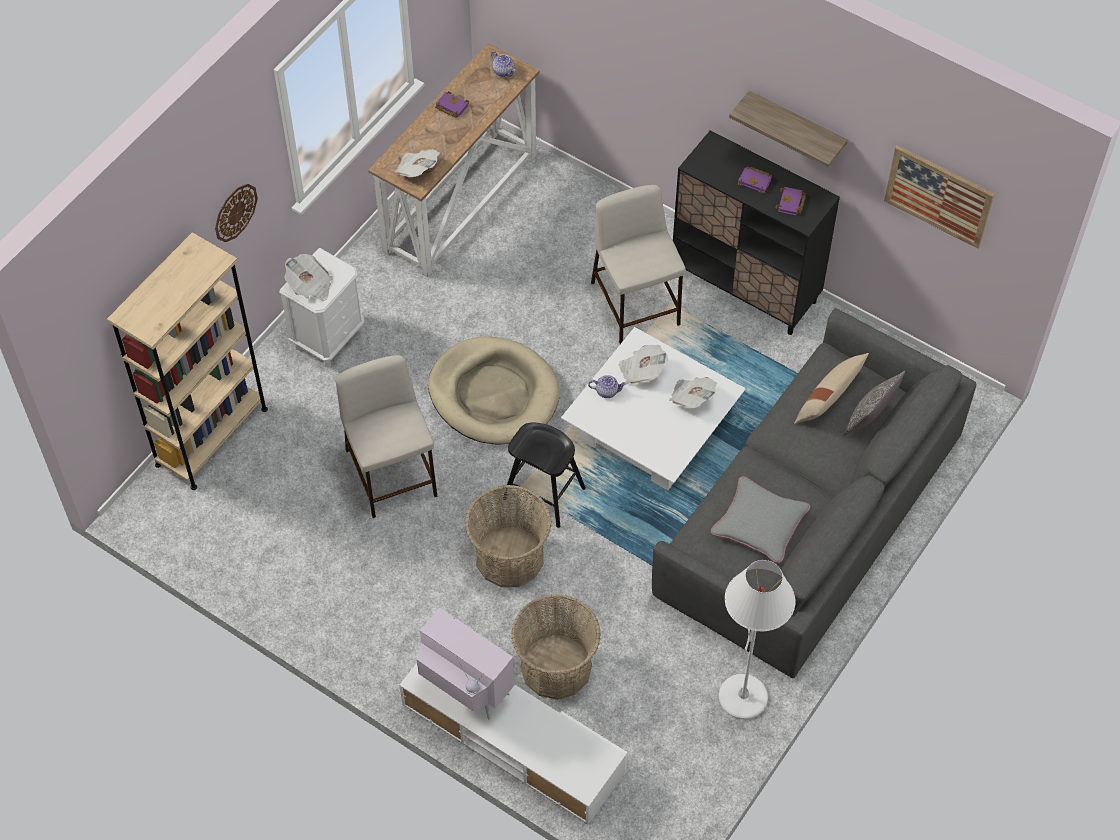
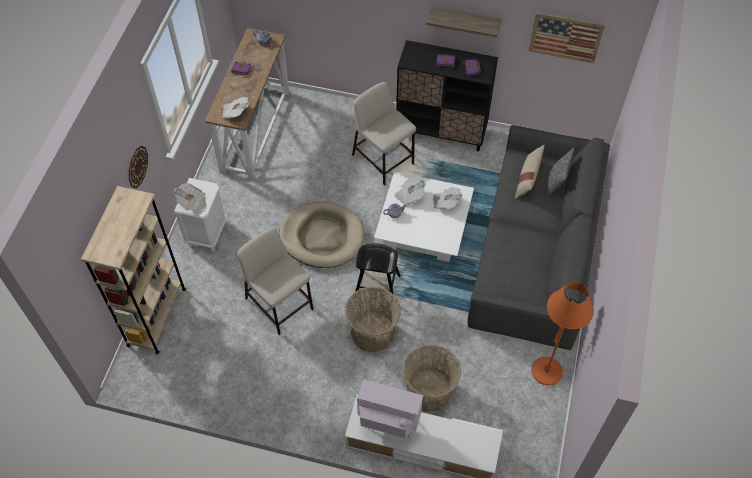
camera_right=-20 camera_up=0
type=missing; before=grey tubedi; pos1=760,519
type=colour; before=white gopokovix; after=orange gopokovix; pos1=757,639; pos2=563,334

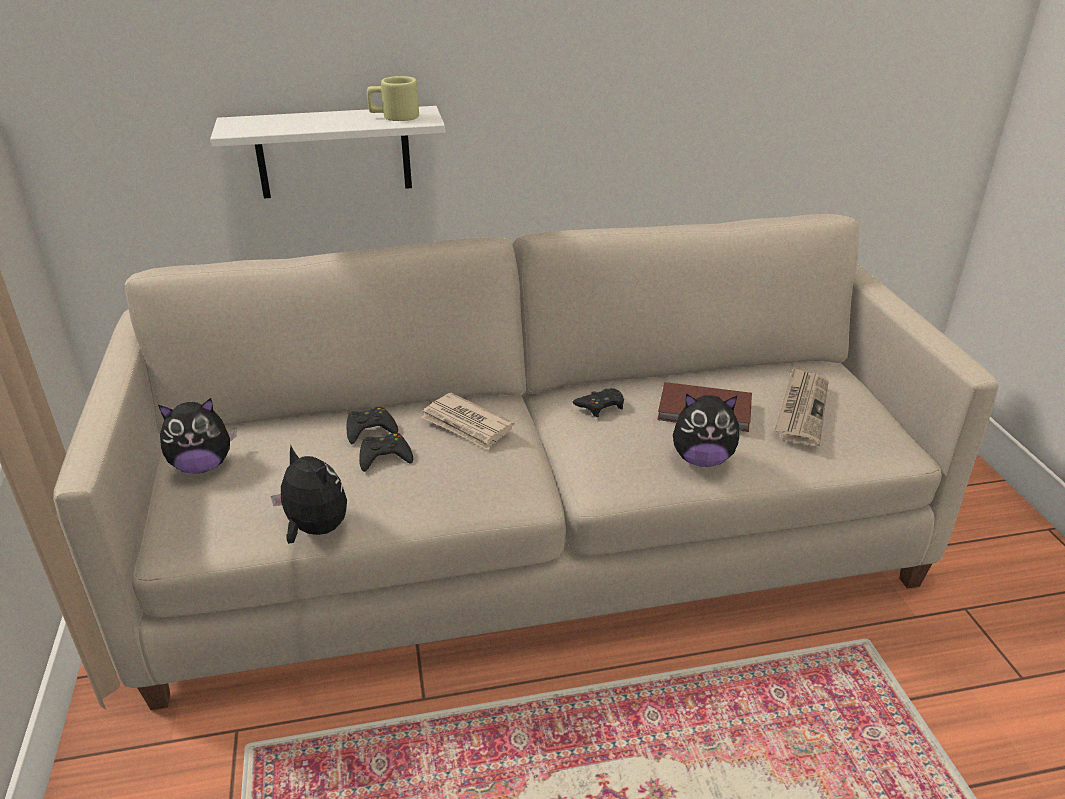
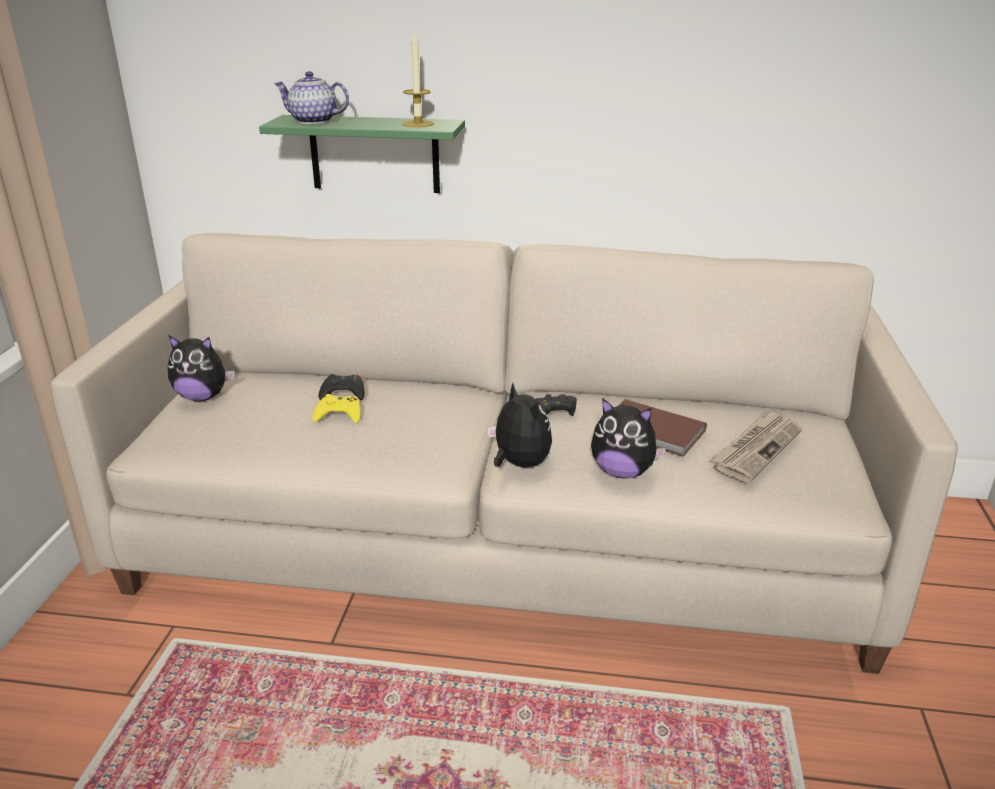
camera_right=20 camera_up=-5
type=missing; before=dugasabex; pos1=467,421
type=appeared; after=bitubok; pos2=311,97
type=relocated; before=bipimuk; pos1=309,494; pos2=520,425
type=exchanged; before=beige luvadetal; after=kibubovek; pos1=393,98; pos2=418,79
type=colour; before=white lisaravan; after=green lisaravan; pos1=327,152; pos2=362,154
type=colour; before=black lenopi; after=yellow lenopi; pos1=386,452; pos2=336,409

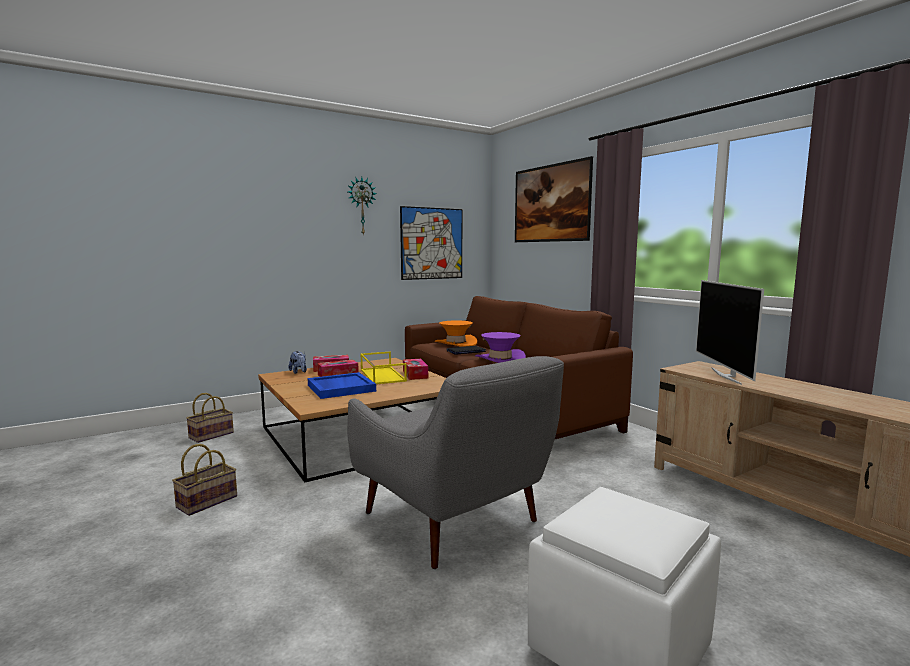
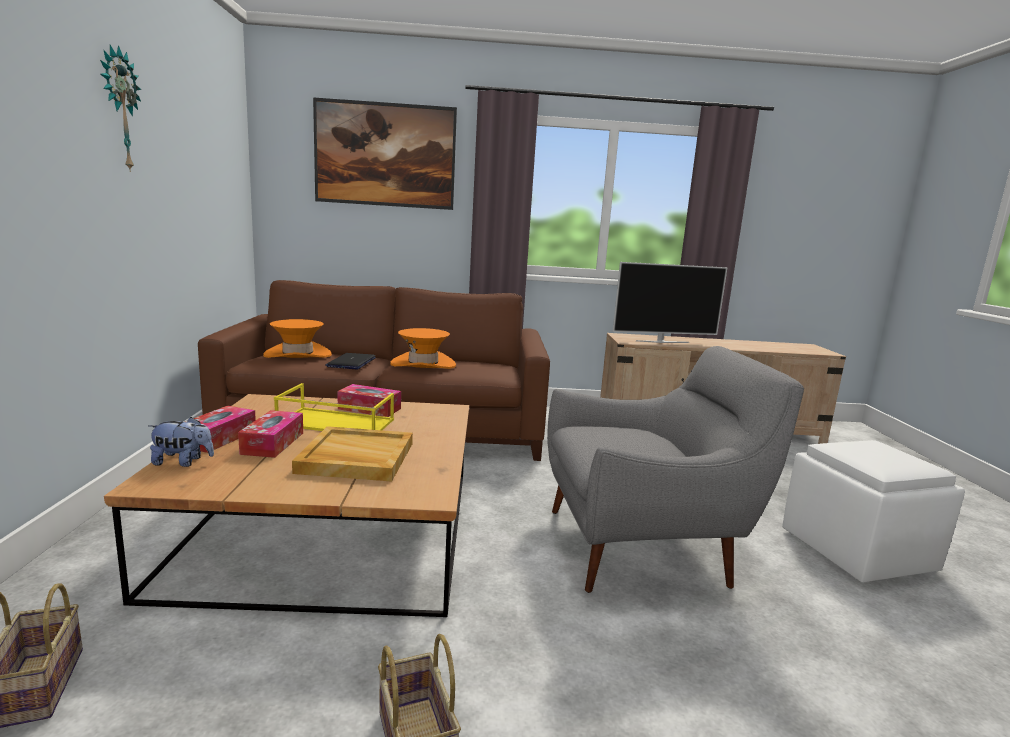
camera_right=-60 camera_up=5
type=missing; before=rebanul; pos1=431,243
type=colour; before=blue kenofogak; after=beige kenofogak; pos1=342,385; pos2=352,454
type=colour; before=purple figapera; after=orange figapera; pos1=500,347; pos2=423,348
type=spun; before=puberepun; pos1=730,332; pos2=670,302; turn=-45

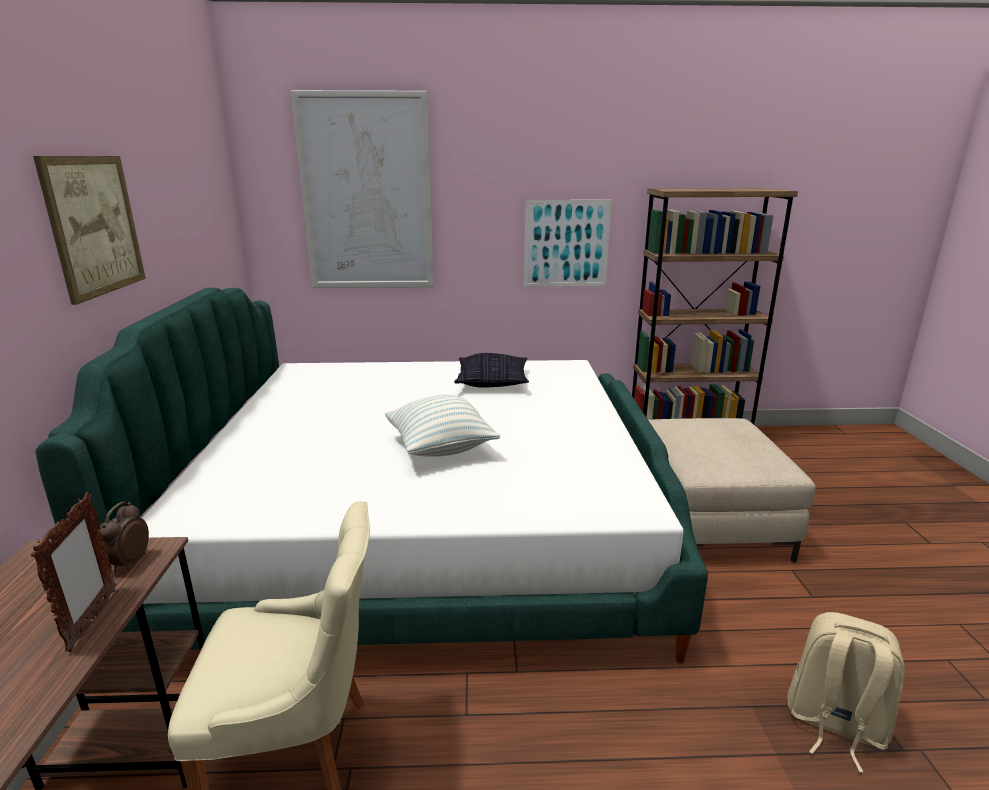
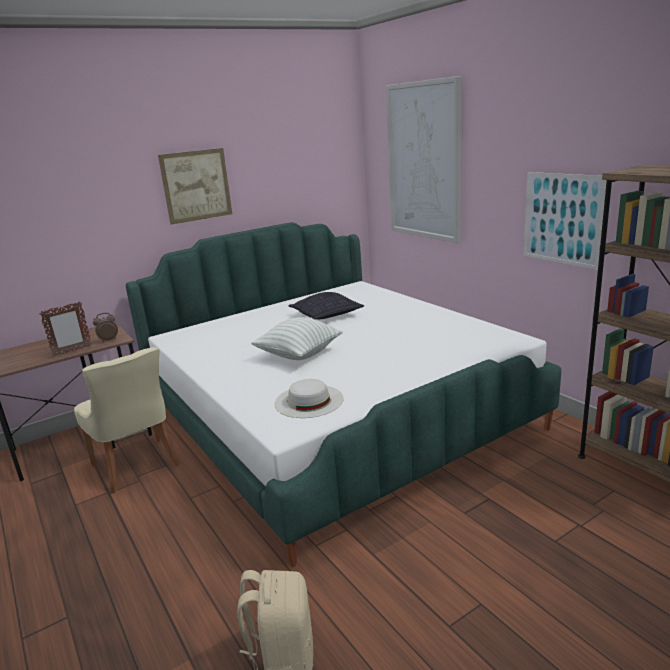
camera_right=60 camera_up=0
type=missing; before=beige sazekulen; pos1=732,490
type=appeared; after=white figapera; pos2=308,398
type=relocated; before=tubedi; pos1=491,370; pos2=326,306

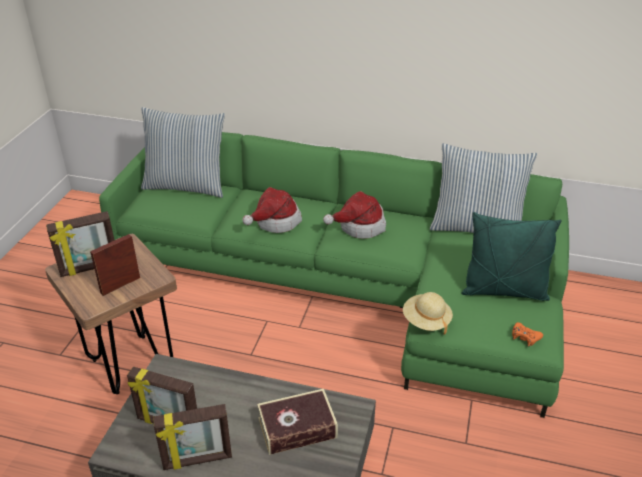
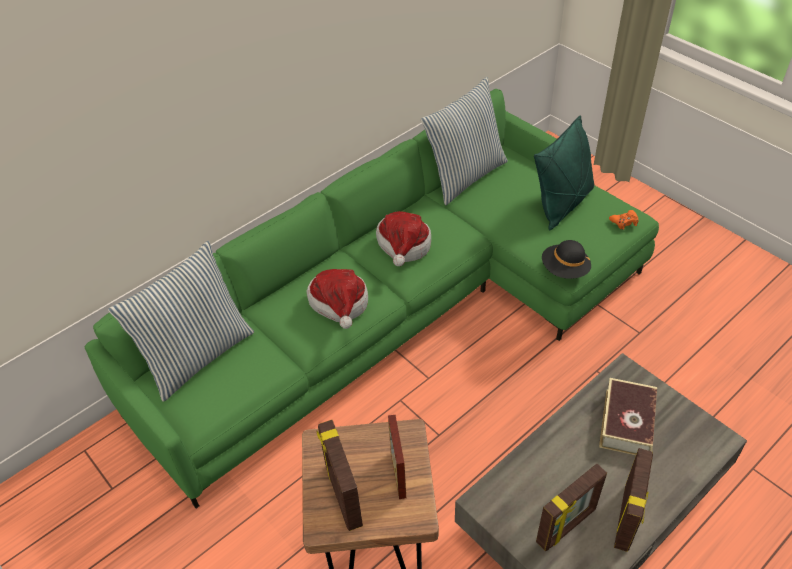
camera_right=-55 camera_up=10
type=colour; before=beige figapera; after=black figapera; pos1=428,313; pos2=566,259
type=spun; before=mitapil; pos1=80,244; pos2=340,475; turn=150

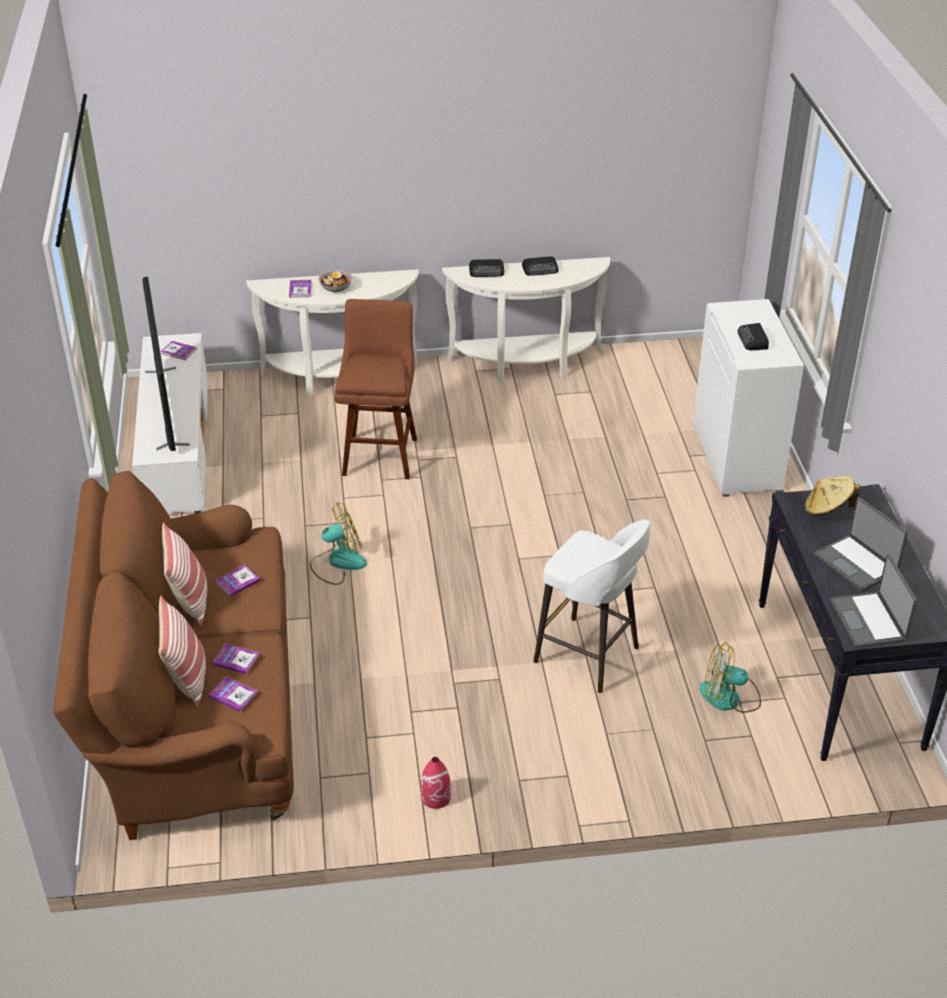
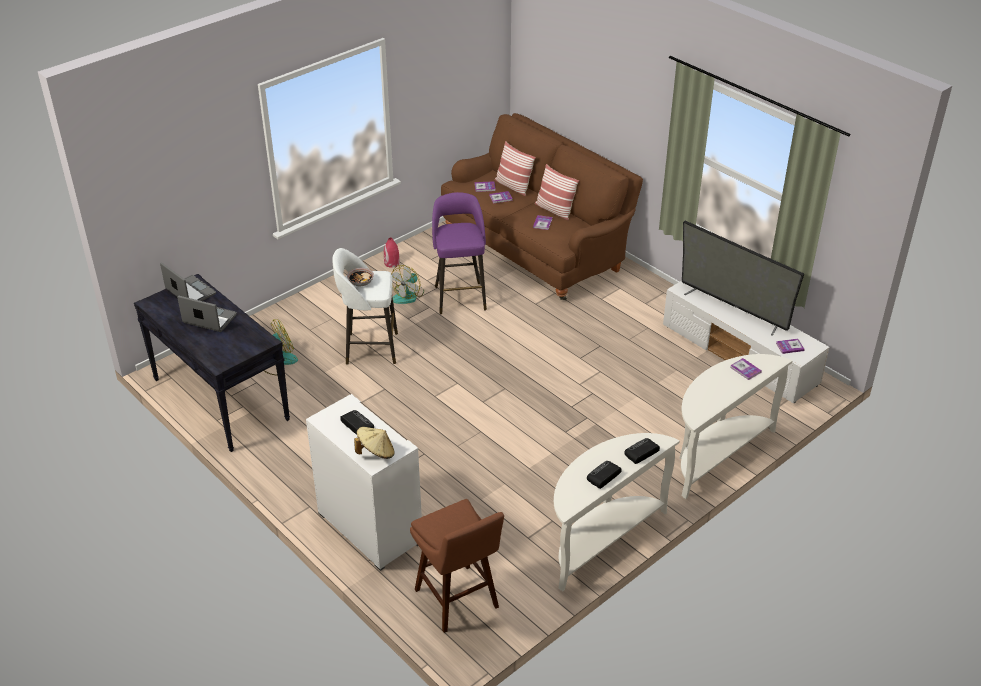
camera_right=145 camera_up=0
type=appeared; after=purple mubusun; pos2=459,253
type=relocated; before=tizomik; pos1=338,544; pos2=407,284
type=relocated; before=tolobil; pos1=335,281; pos2=360,277
type=relocated; before=brown mubusun; pos1=375,389; pos2=457,566
type=relocated; before=beige figapera; pos1=832,496; pos2=374,443

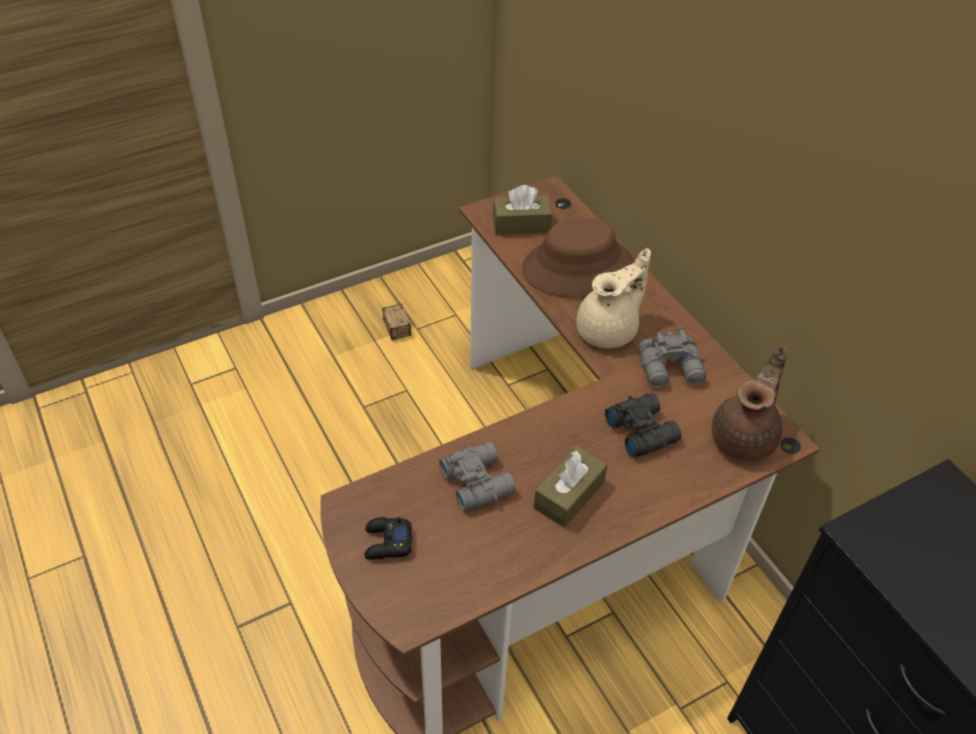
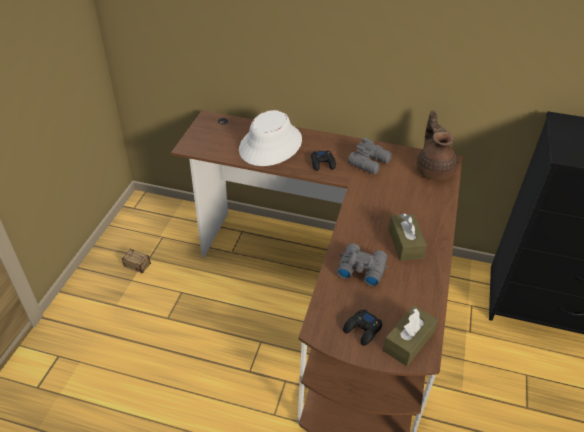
camera_right=-45 camera_up=-5
type=missing; before=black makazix; pos1=643,425
type=relocated; before=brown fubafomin; pos1=522,210; pos2=410,336
type=exchanged; before=beige bitubok; after=black lenopi; pos1=614,298; pos2=323,160
type=colour; before=brown figapera; after=white figapera; pos1=578,257; pos2=270,138

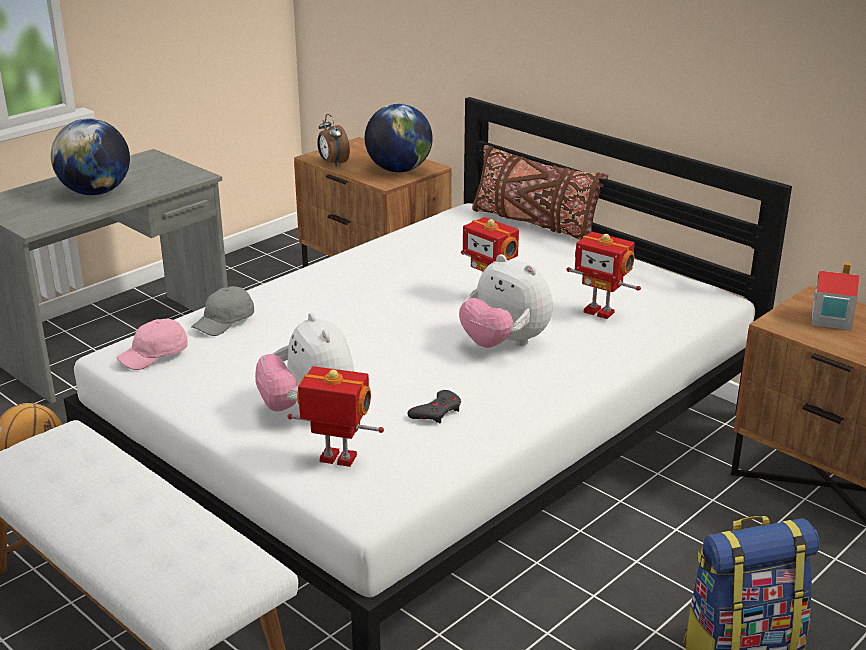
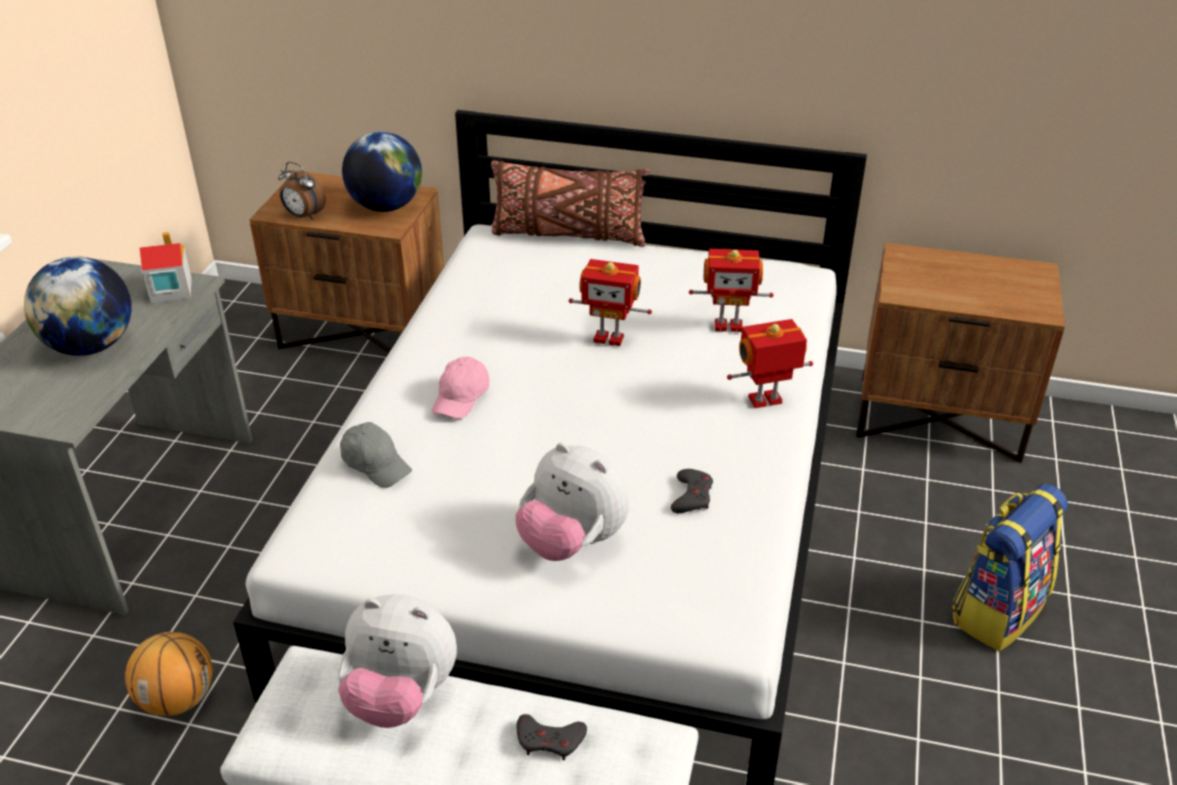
camera_right=-30 camera_up=10
type=appeared; after=grey lenopi; pos2=552,737
type=relocated; before=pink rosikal; pos1=152,344; pos2=460,388
type=relocated; before=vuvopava; pos1=335,416; pos2=770,363
type=relocated; before=bipimuk; pos1=505,301; pos2=397,661
type=relocated; before=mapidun; pos1=835,296; pos2=166,267
type=spun; before=grey rosikal; pos1=222,311; pos2=376,455; turn=-60

